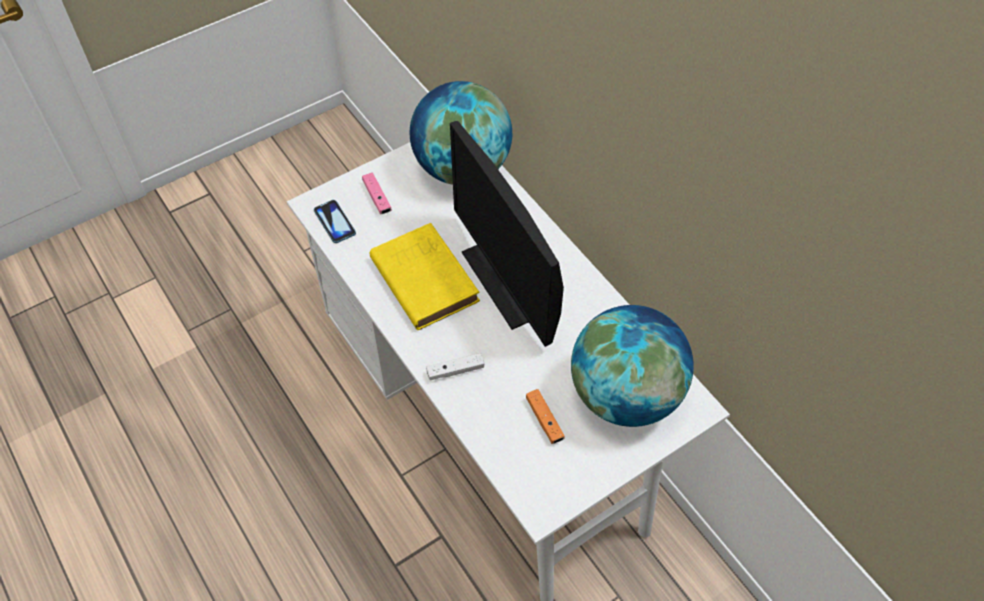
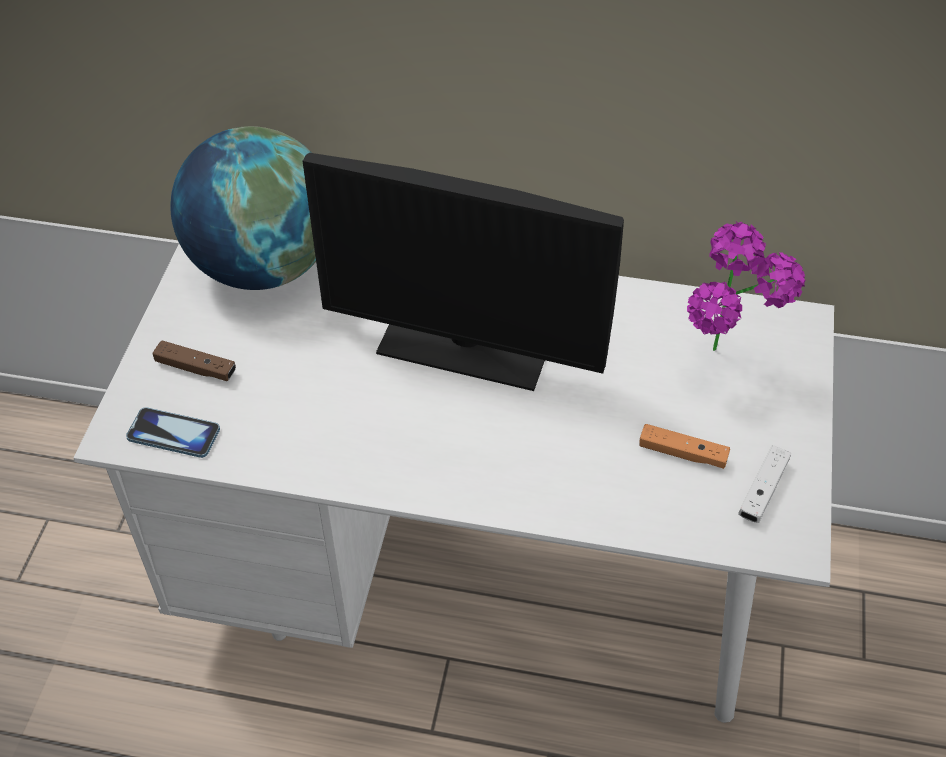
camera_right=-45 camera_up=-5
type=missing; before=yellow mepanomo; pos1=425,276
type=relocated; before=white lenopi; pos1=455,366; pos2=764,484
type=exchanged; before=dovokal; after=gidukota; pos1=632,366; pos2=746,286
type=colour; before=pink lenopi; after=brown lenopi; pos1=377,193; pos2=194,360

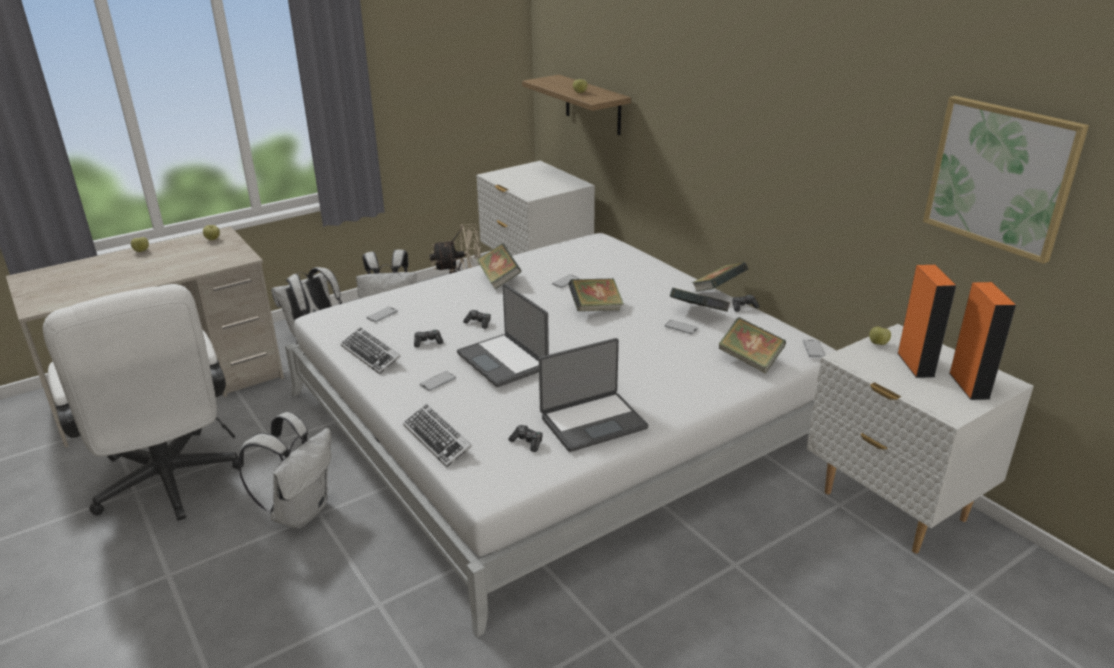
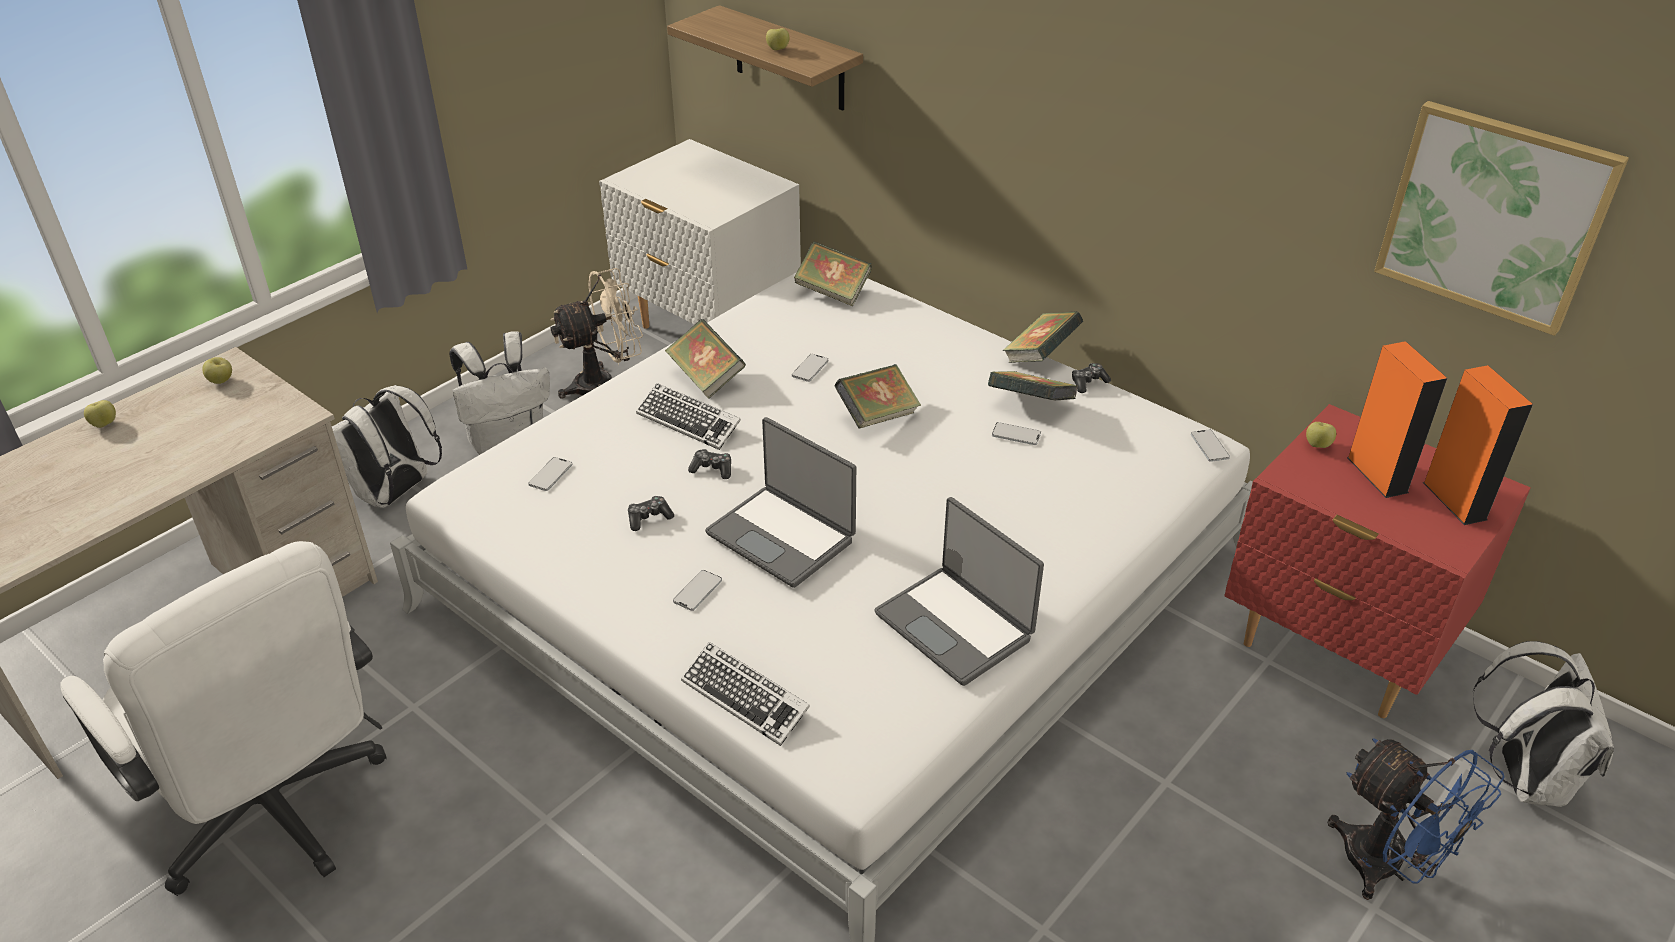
camera_right=-15 camera_up=10
type=missing; before=lenopi; pos1=526,438
type=appeared; after=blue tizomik; pos2=1416,819
type=relocated; before=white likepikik; pos1=285,470; pos2=1543,724
type=relocated; before=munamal; pos1=370,350; pos2=688,416
type=relocated; before=mepanomo; pos1=752,345; pos2=833,273
type=colour; before=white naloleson; after=red naloleson; pos1=920,439; pos2=1377,561
type=spun; before=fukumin; pos1=593,395; pos2=959,591; turn=90

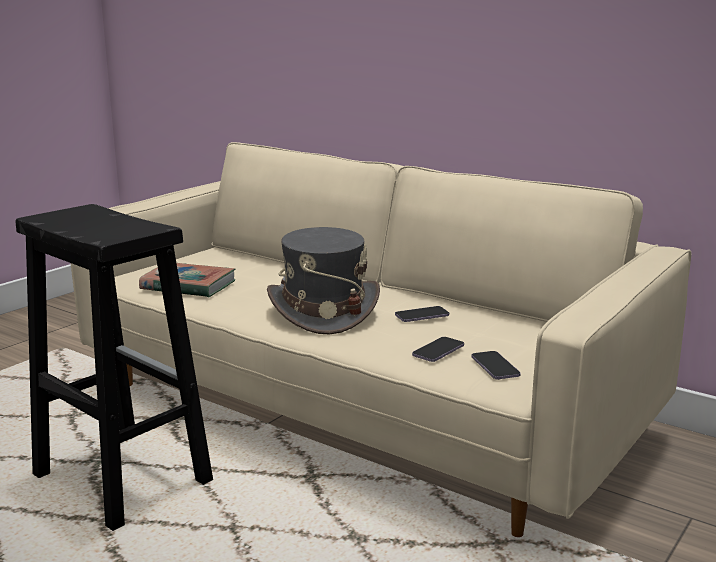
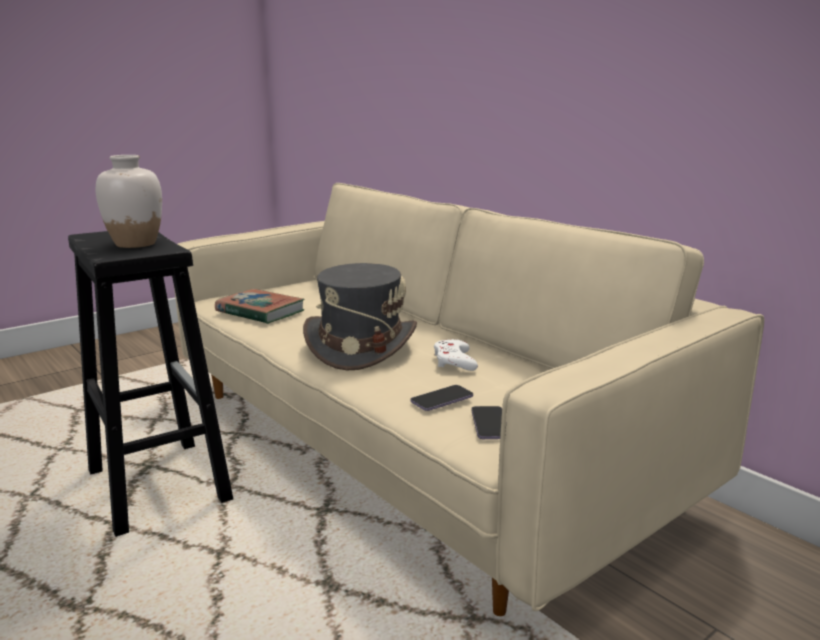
camera_right=15 camera_up=0
type=appeared; after=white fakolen; pos2=129,201
type=exchanged; before=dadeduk; after=white lenopi; pos1=422,314; pos2=456,355

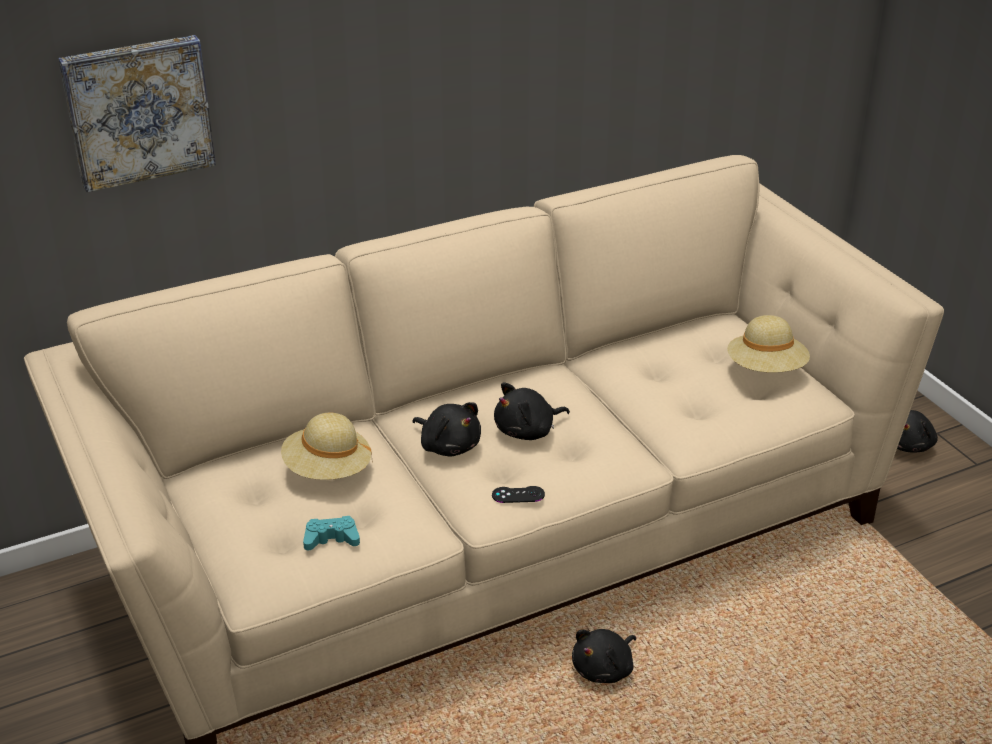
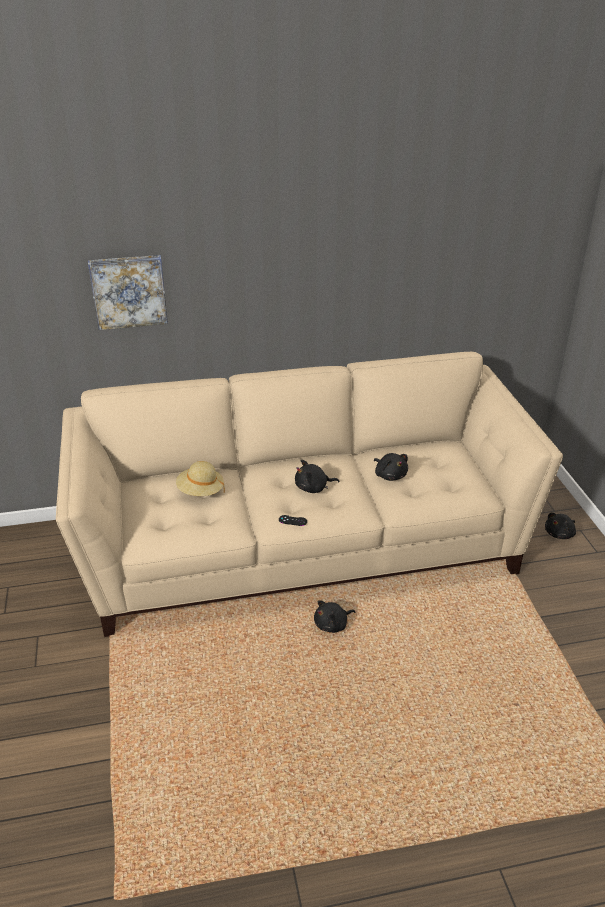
camera_right=15 camera_up=0
type=missing; before=turquoise lenopi; pos1=331,533
type=missing; before=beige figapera; pos1=768,344
type=relocated; before=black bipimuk; pos1=446,429; pos2=391,467

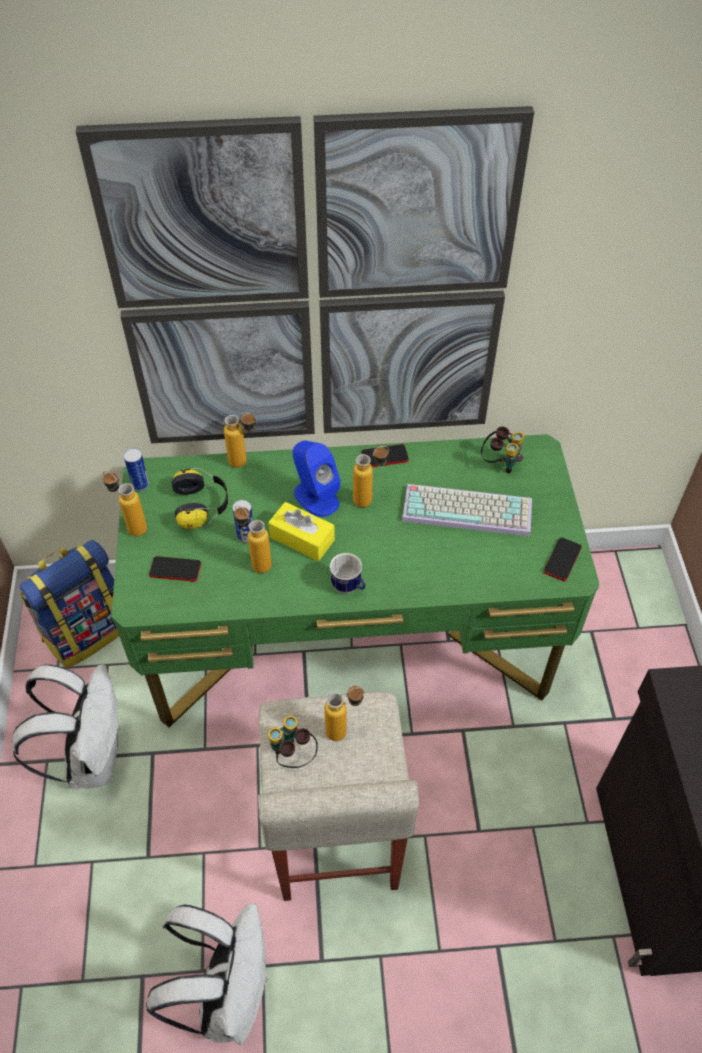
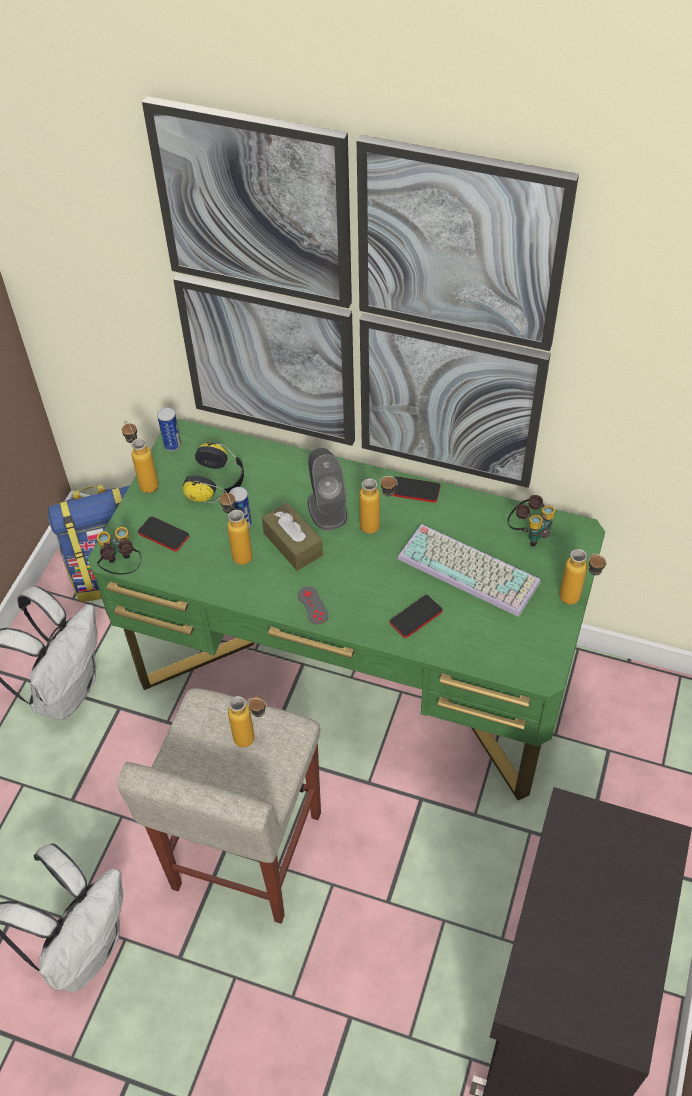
camera_right=25 camera_up=0
type=relocated; before=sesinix; pos1=240,440; pos2=582,576
type=relocated; before=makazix; pos1=293,741; pos2=119,551
type=relocated; before=dadeduk; pos1=563,559; pos2=416,616
type=exchanged; before=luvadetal; after=grey lenopi; pos1=347,573; pos2=313,605
type=colour; before=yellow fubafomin; after=brown fubafomin; pos1=301,531; pos2=292,537
type=colour; before=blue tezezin; after=grey tezezin; pos1=317,479; pos2=327,489

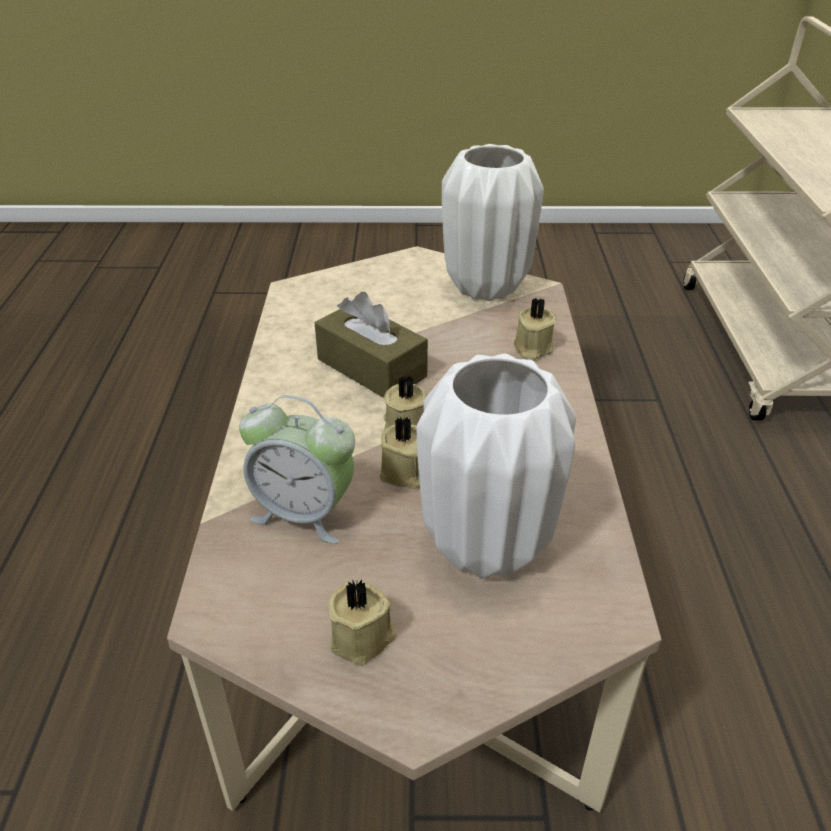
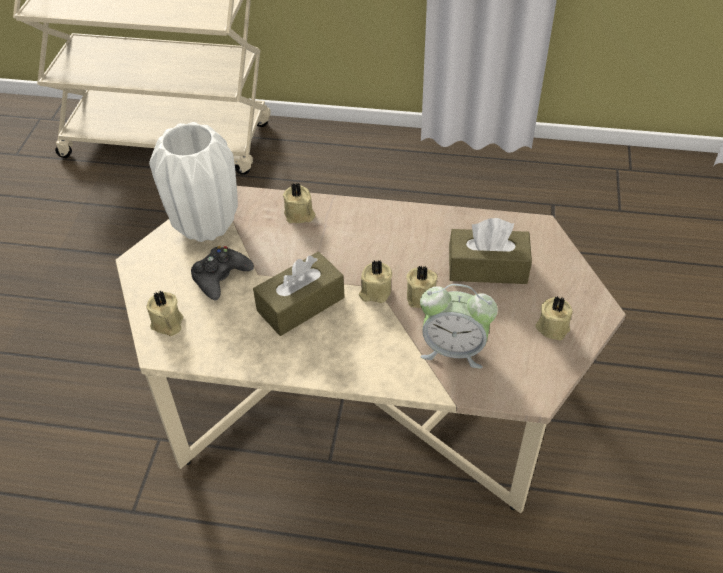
camera_right=-80 camera_up=10
type=appeared; after=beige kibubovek; pos2=164,313
type=appeared; after=black lenopi; pos2=222,273
type=exchanged; before=white fakolen; after=brown fubafomin; pos1=496,466; pos2=490,251
type=spun; before=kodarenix; pos1=297,469; pos2=459,326; turn=75

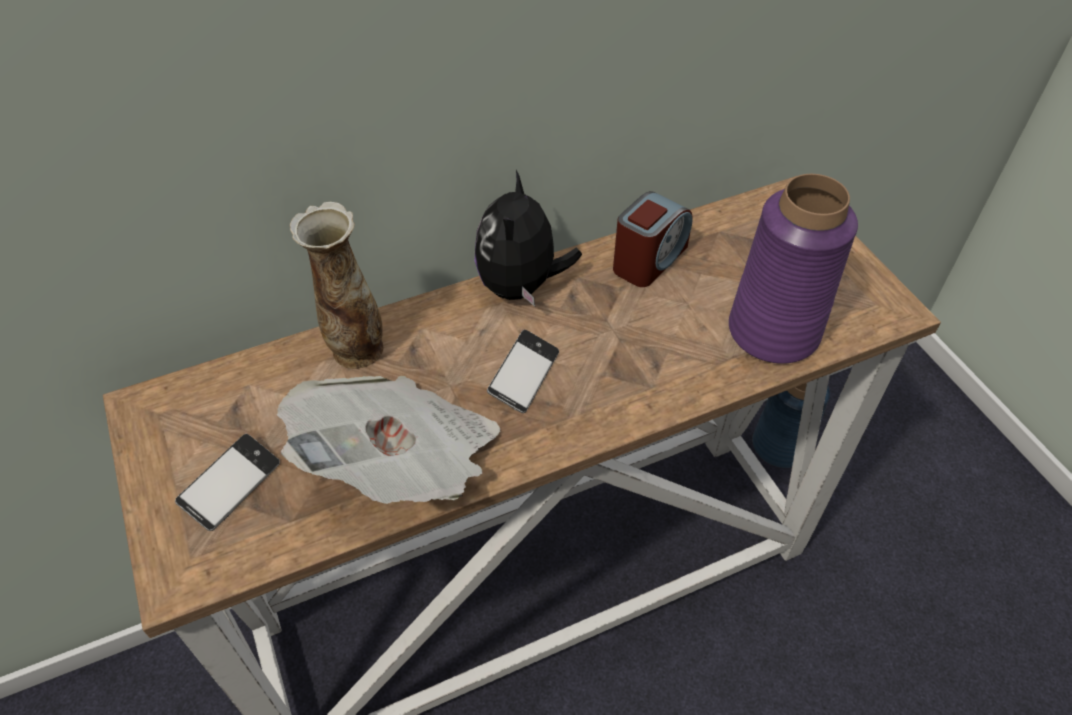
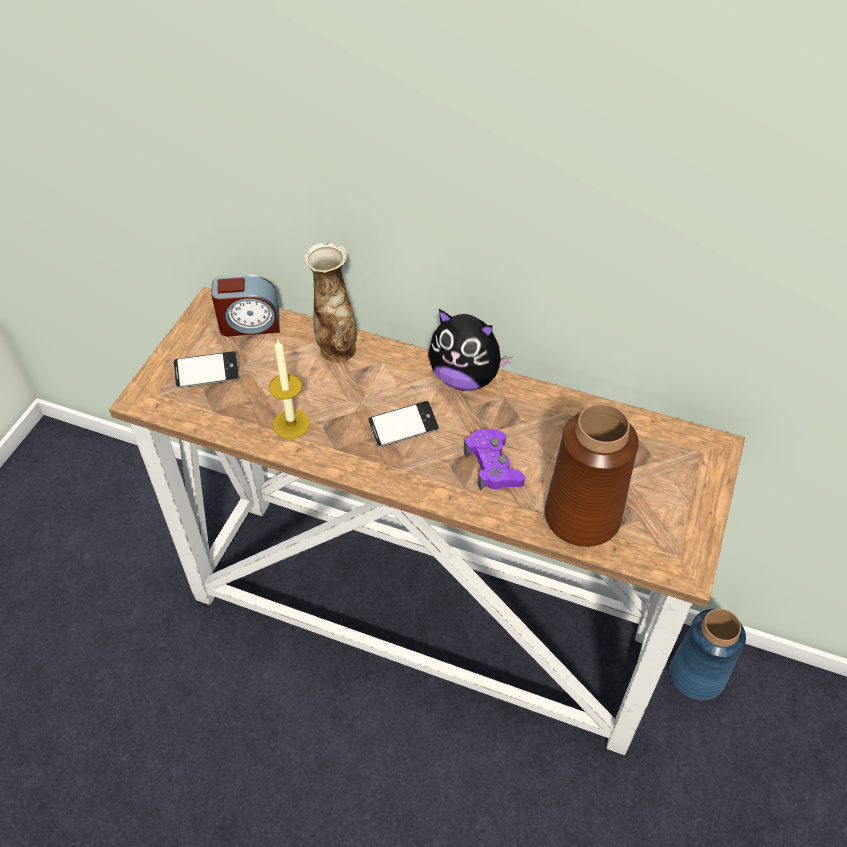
camera_right=45 camera_up=0
type=appeared; after=purple lenopi; pos2=494,460
type=relocated; before=kodarenix; pos1=653,239; pos2=245,305
type=exchanged; before=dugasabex; after=kibubovek; pos1=388,440; pos2=289,389
type=colour; before=purple fakolen; after=brown fakolen; pos1=793,269; pos2=592,475
type=spun; before=bipimuk; pos1=528,238; pos2=470,350; turn=-120

